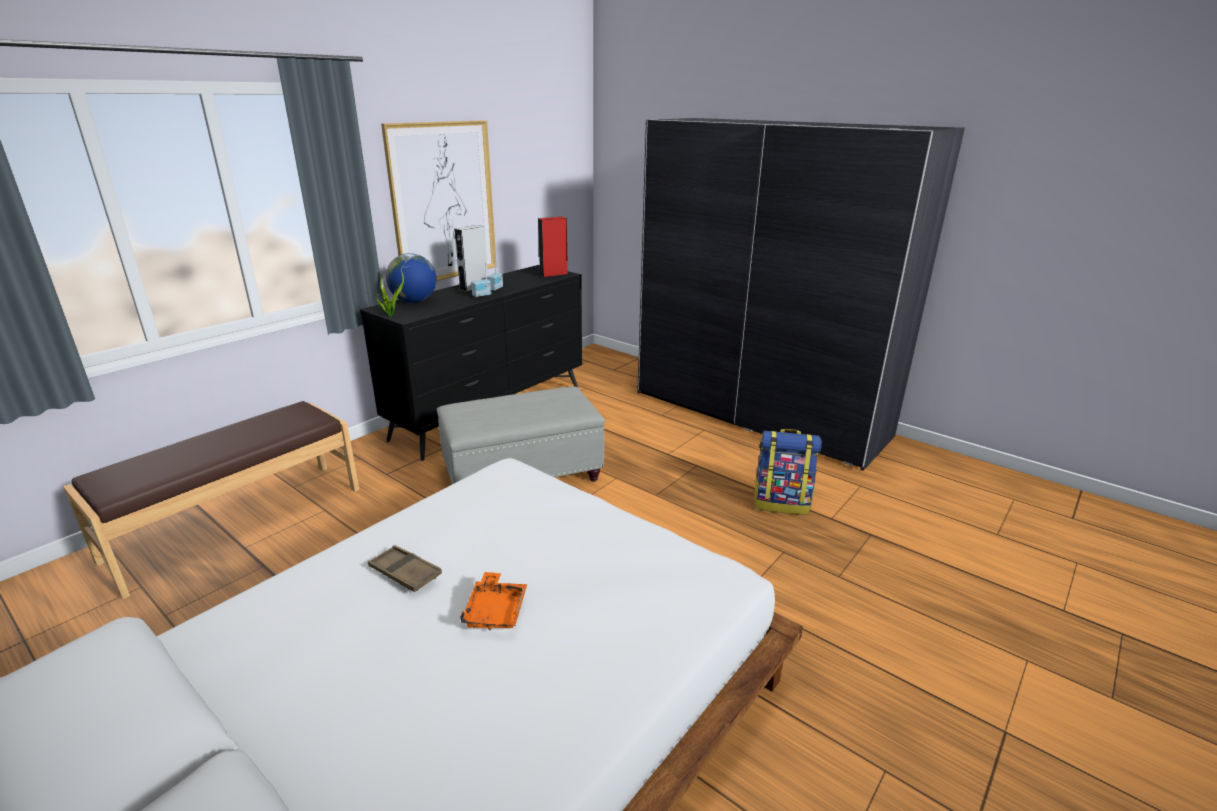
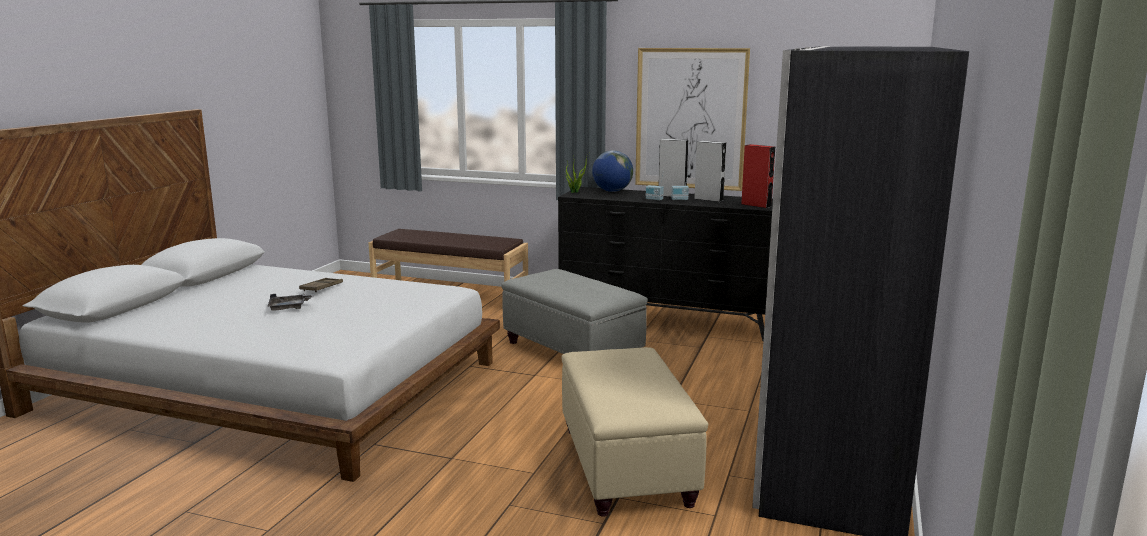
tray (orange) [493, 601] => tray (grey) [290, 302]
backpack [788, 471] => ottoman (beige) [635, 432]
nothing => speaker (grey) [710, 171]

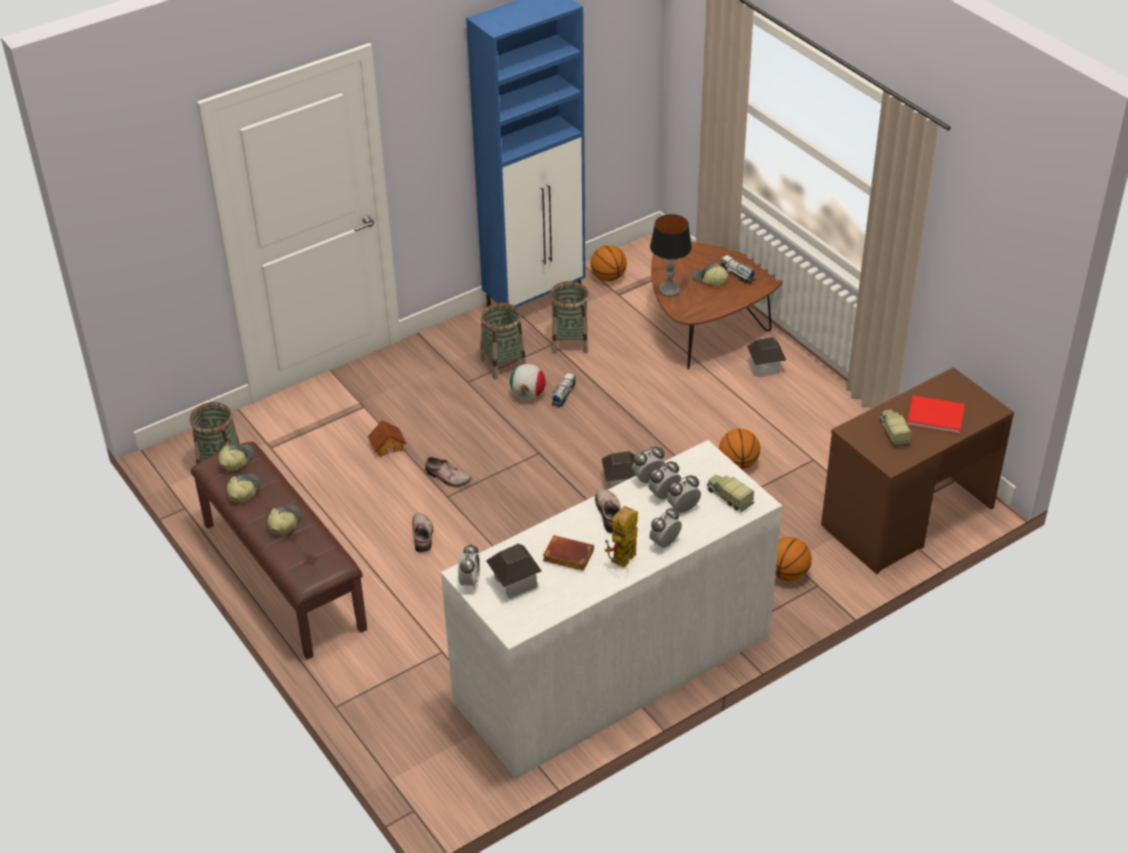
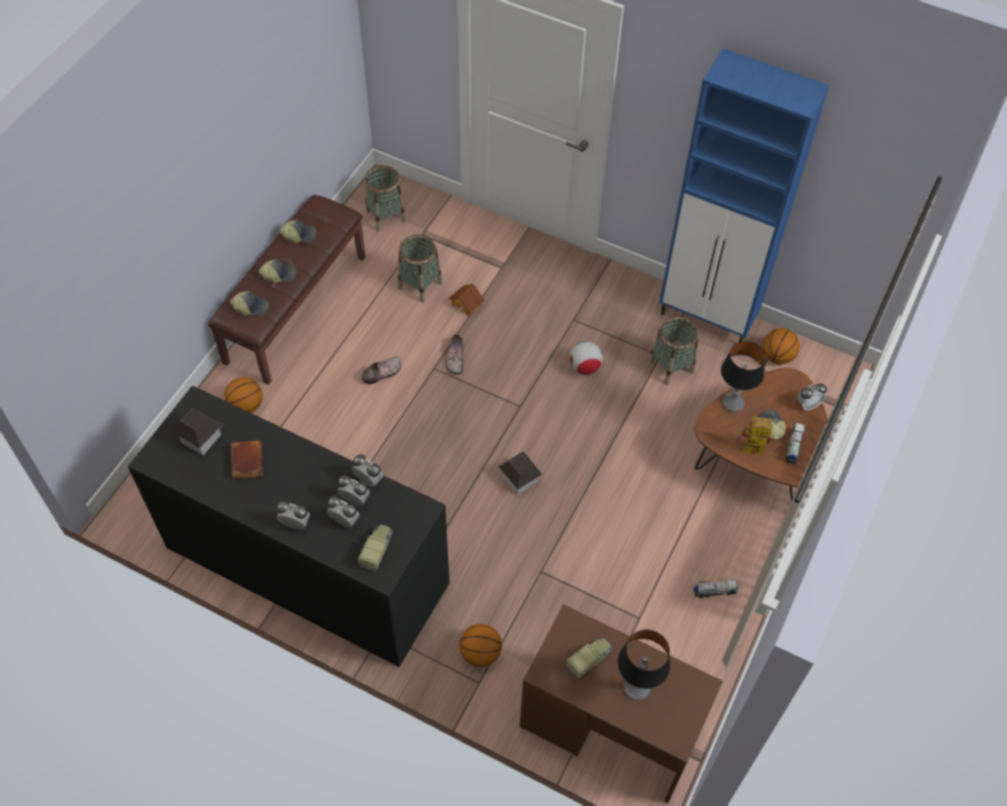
dresser (white) [611, 609] => dresser (black) [288, 526]
basketball [739, 449] => basketball [243, 395], shifted
cap [236, 458] => cap [249, 303], shifted
basket [503, 341] => basket [420, 269], shifted
book (red) [936, 415] => table lamp [644, 665]
toy truck [563, 390] => toy truck [715, 588], shifted
toy robot [621, 536] => toy robot [754, 436], shifted
alarm clock [469, 566] => alarm clock [812, 397], shifted
shoe [608, 511] => nothing
toy house [766, 357] => nothing

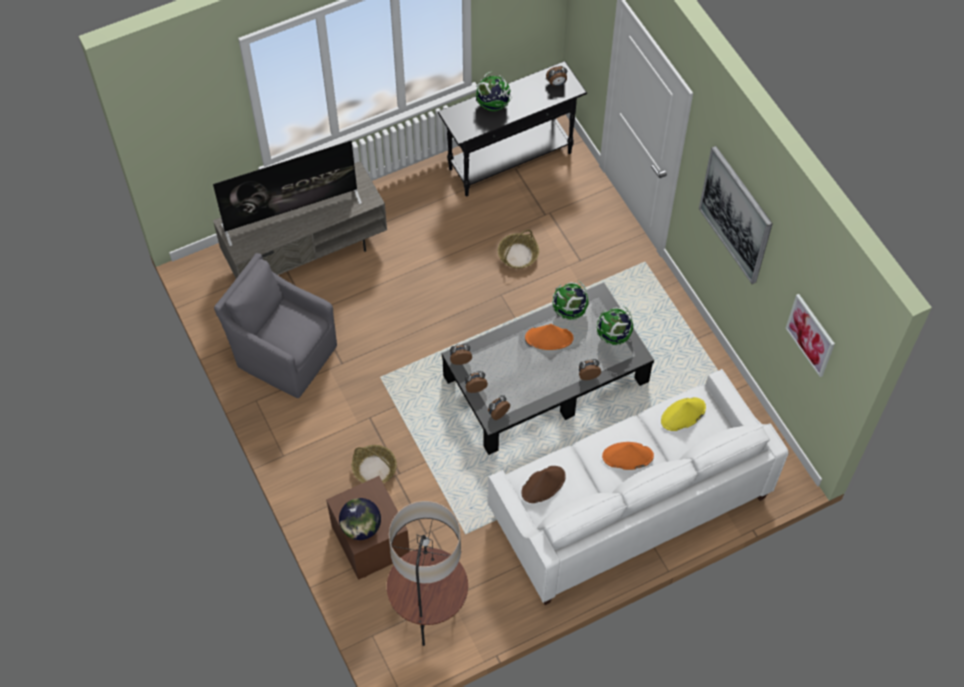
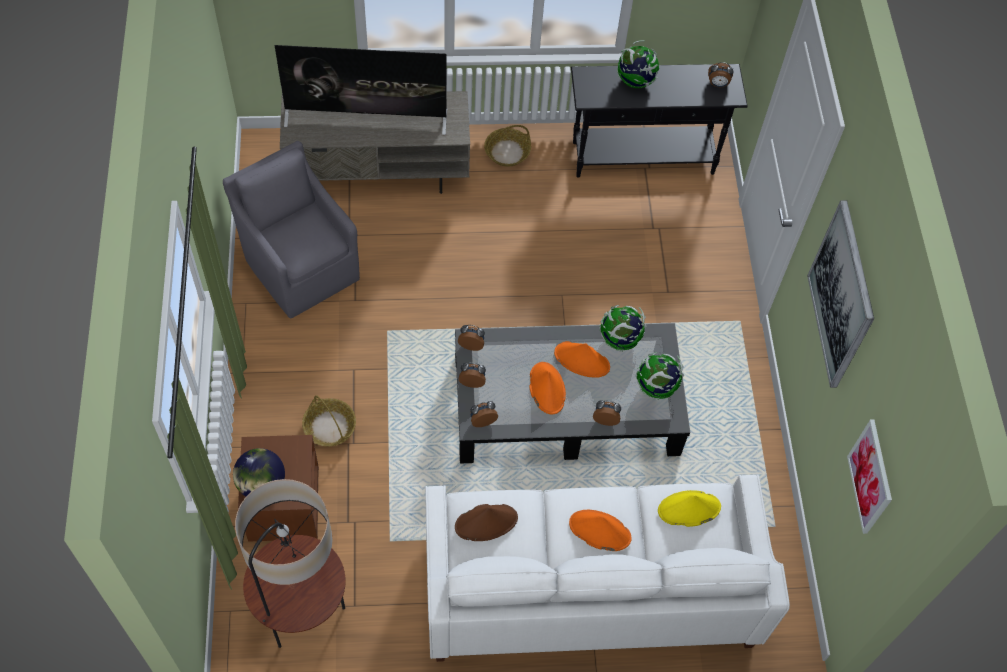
basket [518, 249] => basket [507, 146], shifted
nothing => hat (orange) [547, 388]

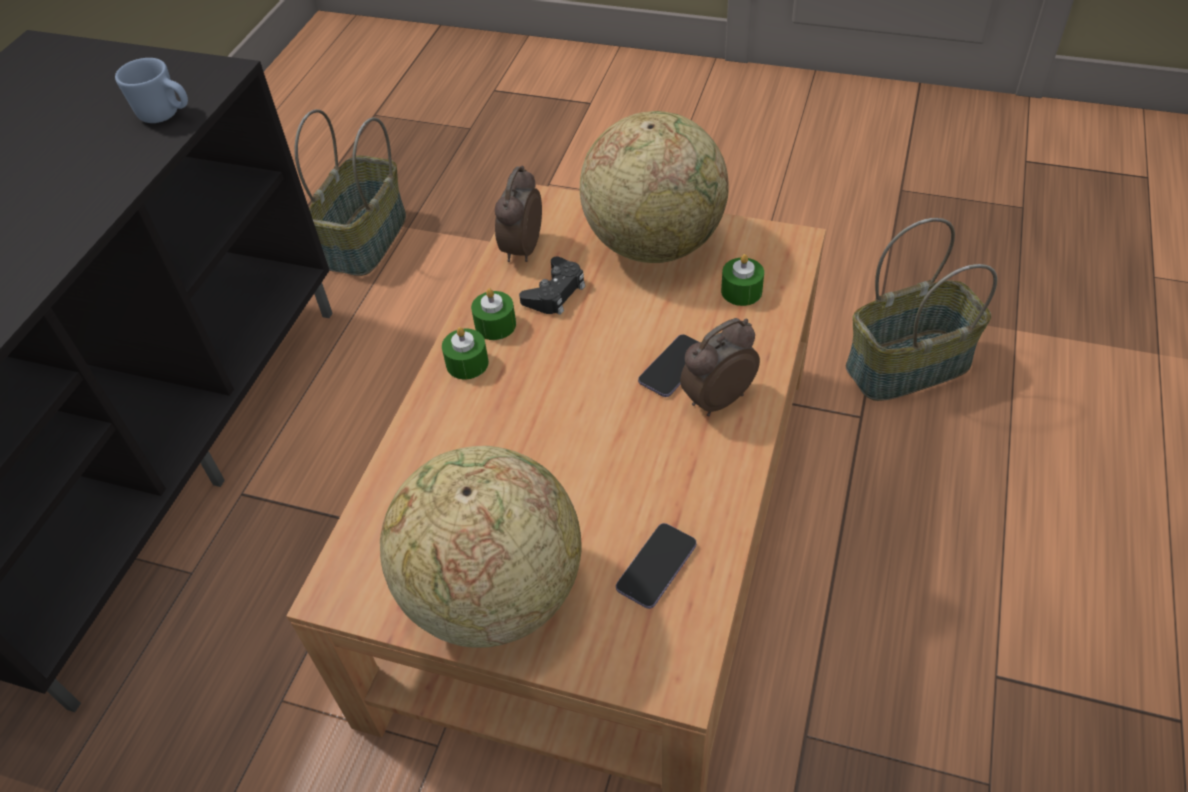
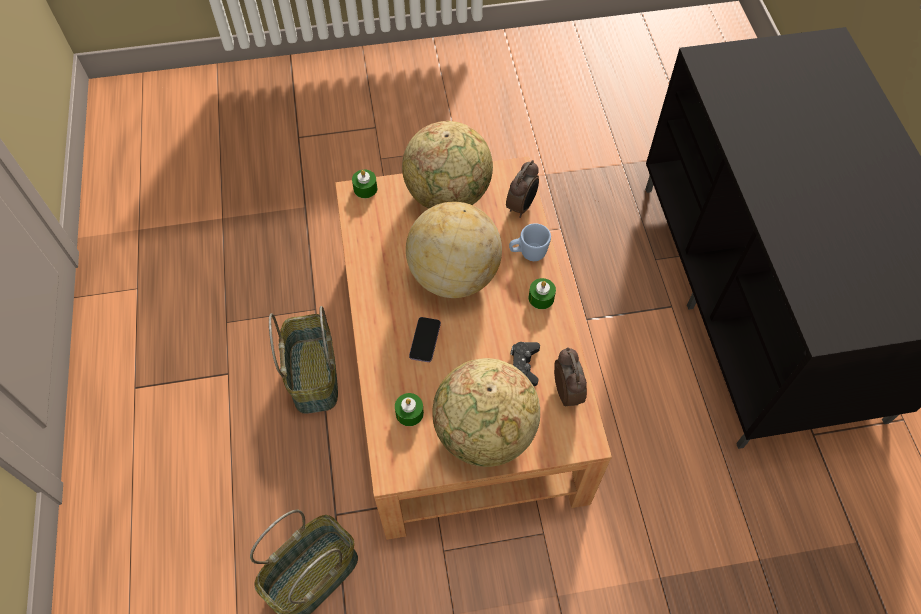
basket [350, 192] => basket [303, 360], shifted
candle (green) [493, 314] => candle (green) [364, 184], shifted
nothing => globe [454, 250]
alarm clock [720, 367] => alarm clock [522, 189], shifted
mug (blue) [151, 90] => mug (blue) [530, 242], shifted
phone [656, 566] => nothing

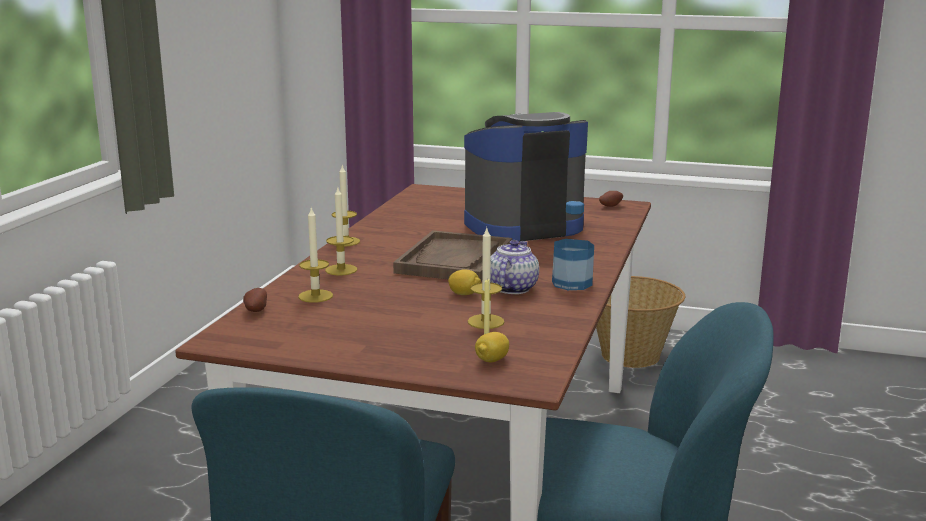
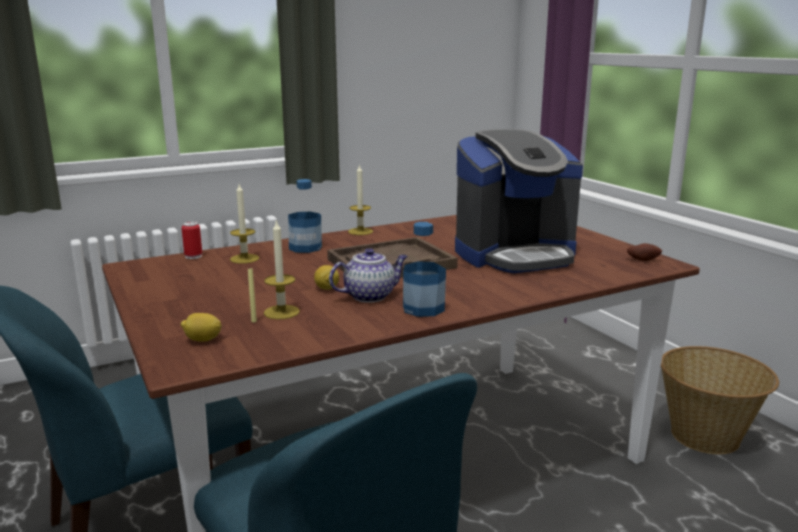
potato [255, 300] => can [192, 240]
candle [341, 232] => bottle [305, 216]
coffee machine [526, 177] => coffee machine [519, 201], 135 degrees clockwise

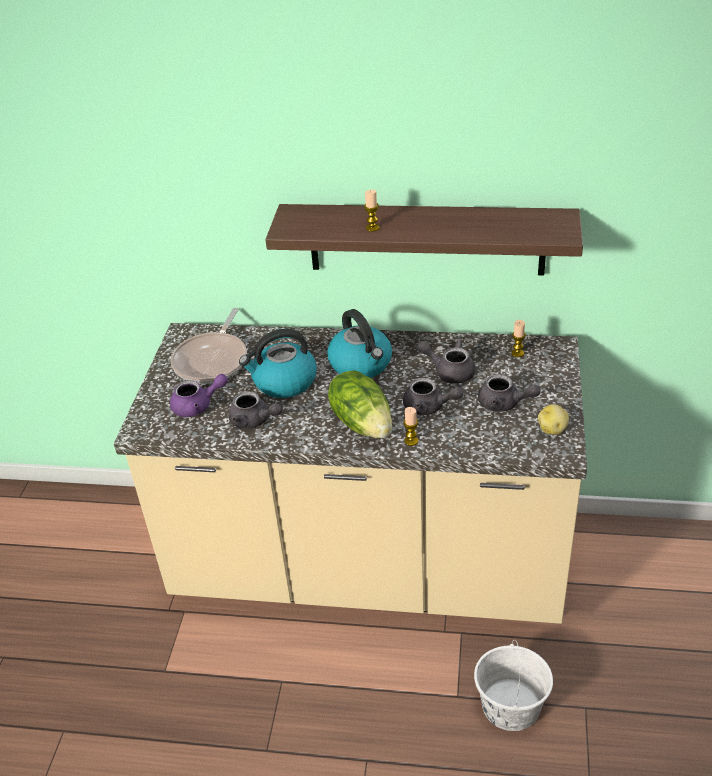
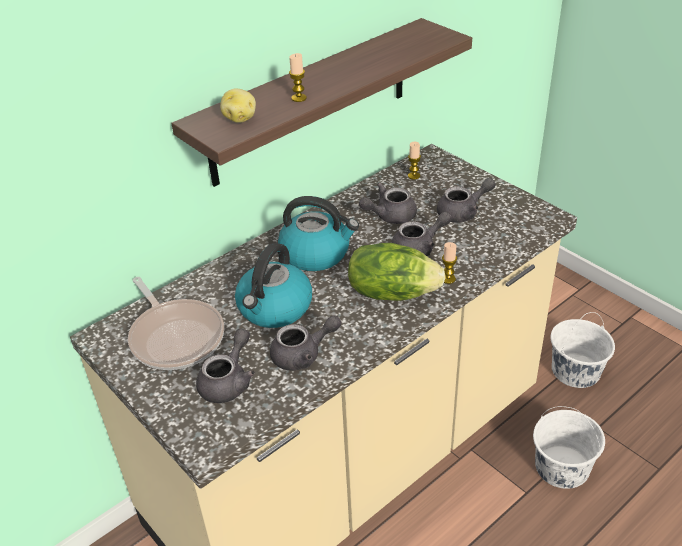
teapot (purple) [199, 395] => teapot (grey) [225, 365]
potato [553, 419] => potato [238, 106], shifted
nothing => bucket (white) [582, 350]

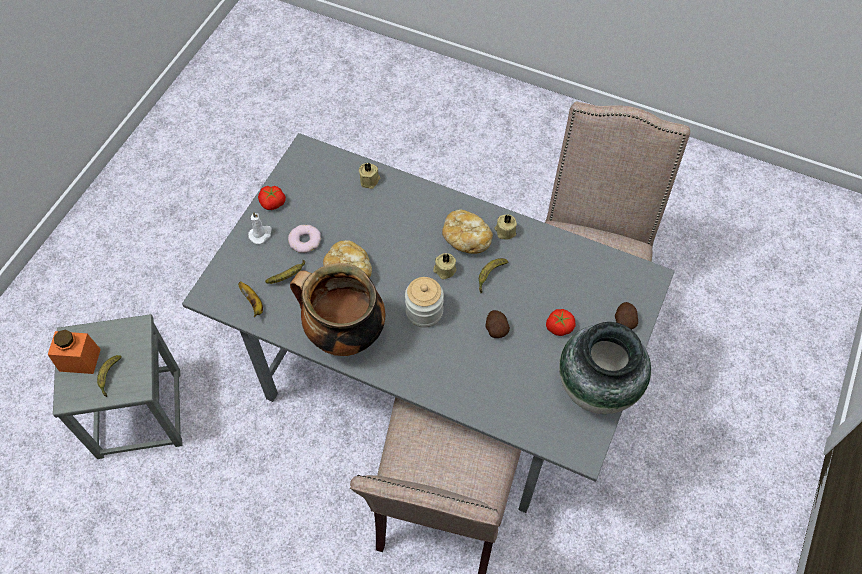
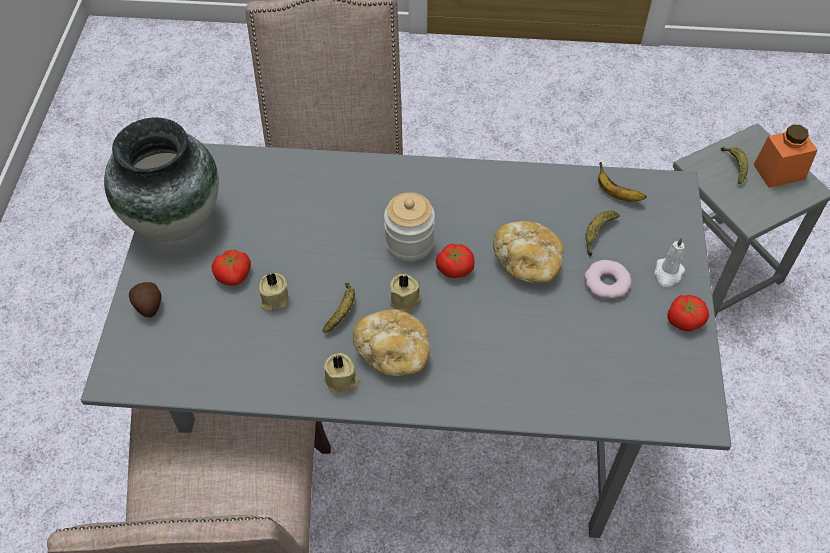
candle (beige) [369, 175] => candle (beige) [273, 292], shifted
nothing => tomato [455, 260]
cooking pot [337, 309] => nothing
potato [498, 324] => nothing

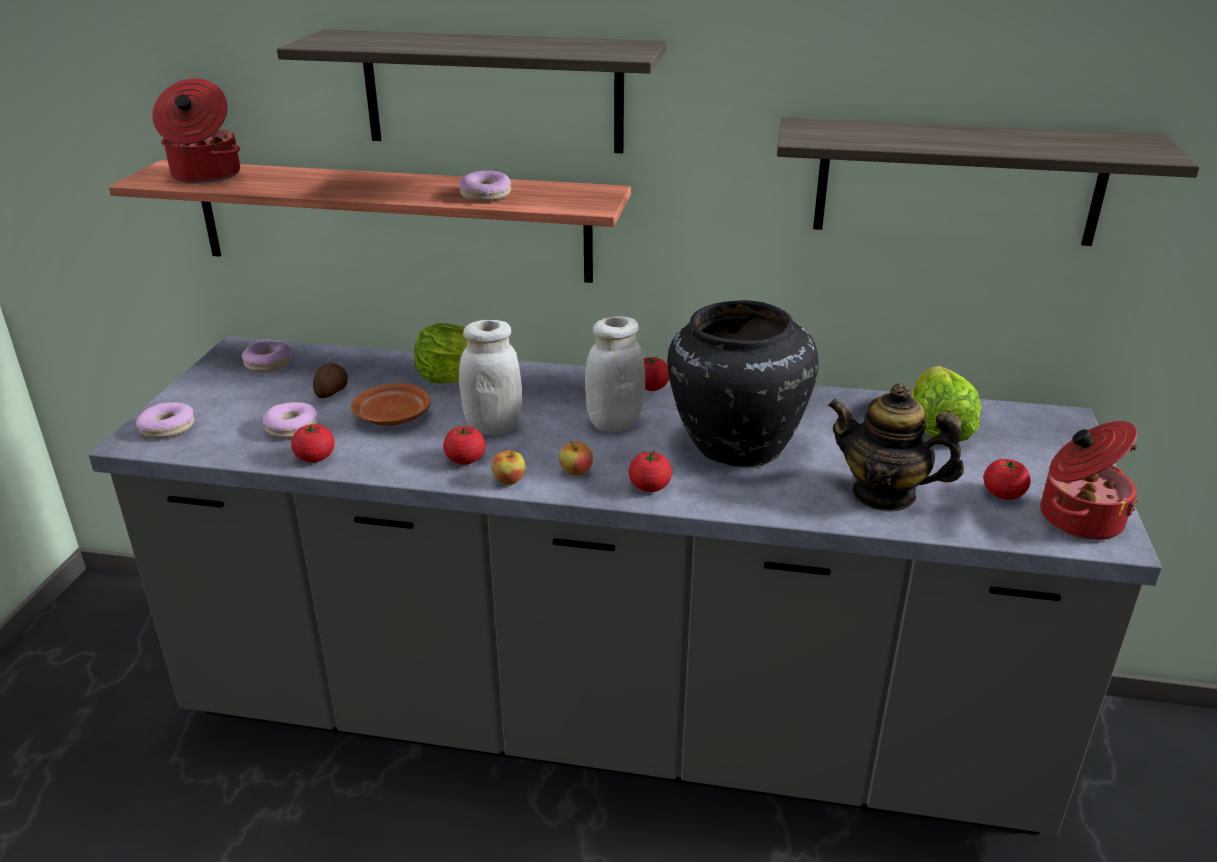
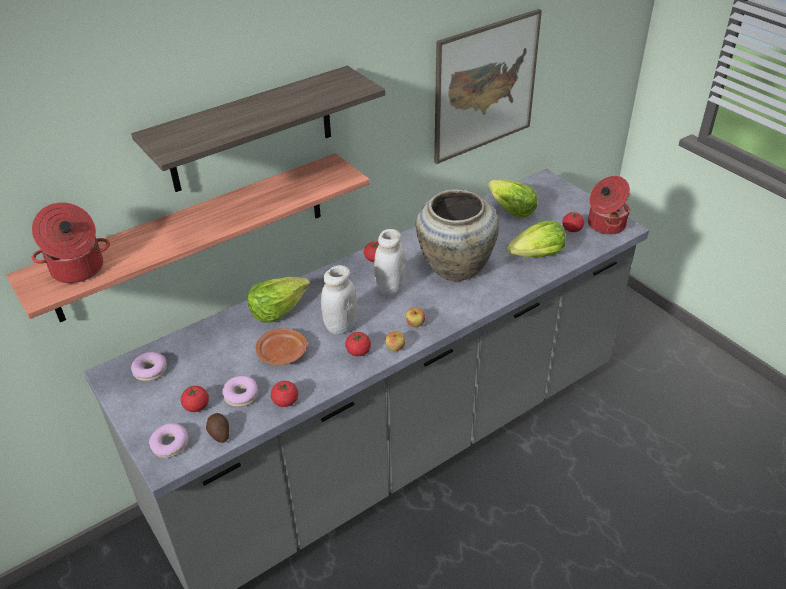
tomato [650, 471] => tomato [195, 399], shifted
potato [330, 380] => potato [217, 428], shifted
vase (black) [742, 383] => vase (beige) [457, 235]
shelf [988, 182] => picture [488, 86]
teapot [896, 447] => lettuce [536, 238]
donut [485, 186] => nothing

